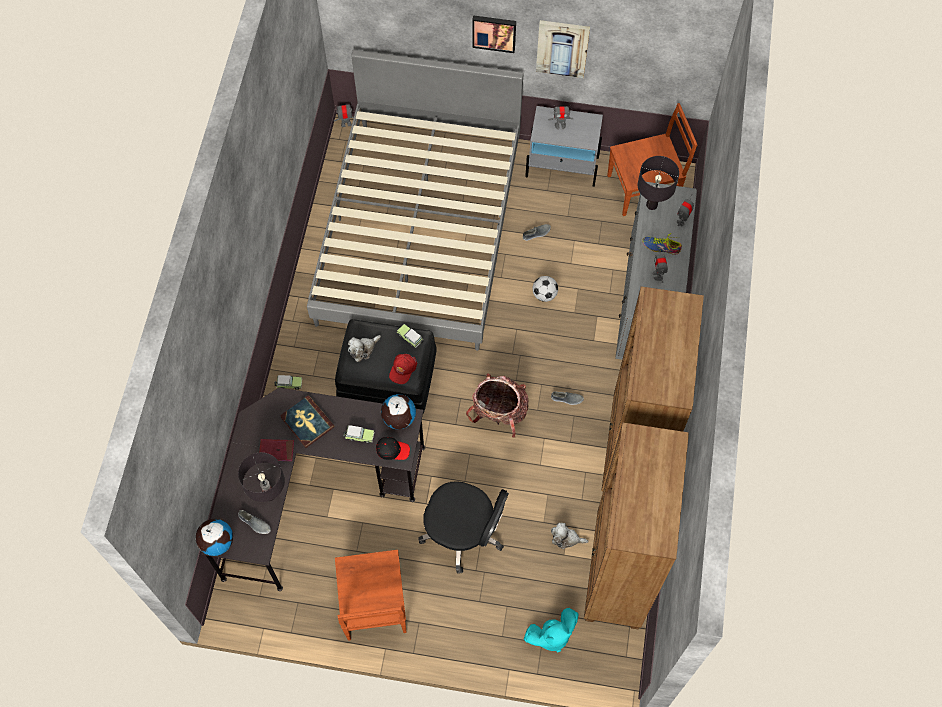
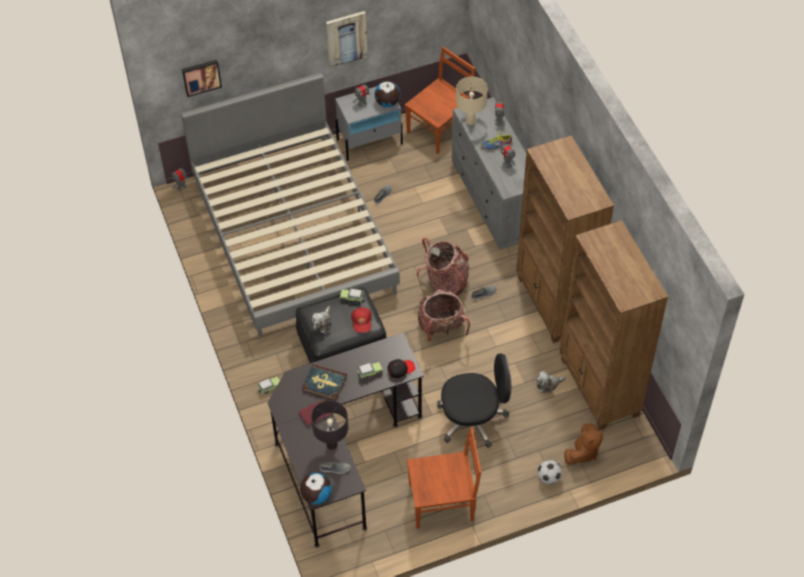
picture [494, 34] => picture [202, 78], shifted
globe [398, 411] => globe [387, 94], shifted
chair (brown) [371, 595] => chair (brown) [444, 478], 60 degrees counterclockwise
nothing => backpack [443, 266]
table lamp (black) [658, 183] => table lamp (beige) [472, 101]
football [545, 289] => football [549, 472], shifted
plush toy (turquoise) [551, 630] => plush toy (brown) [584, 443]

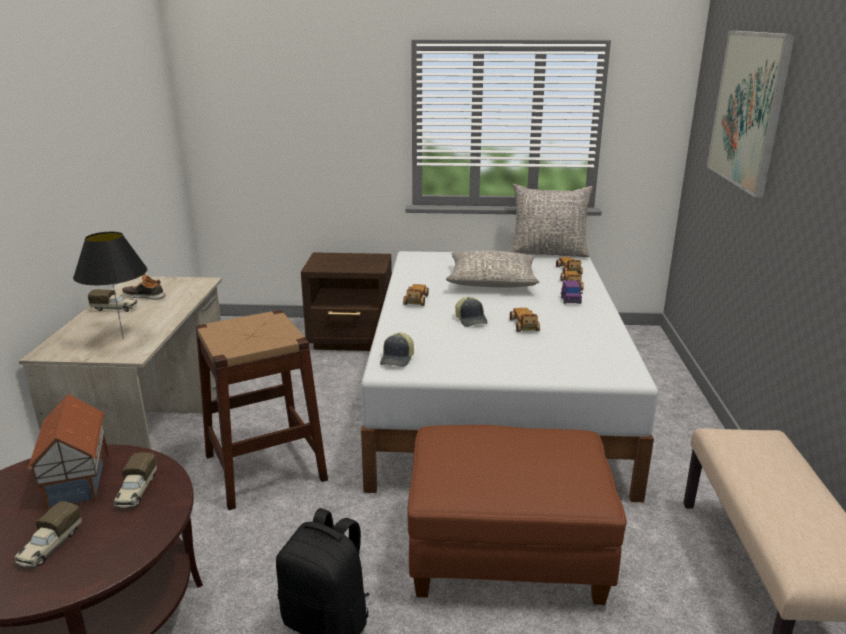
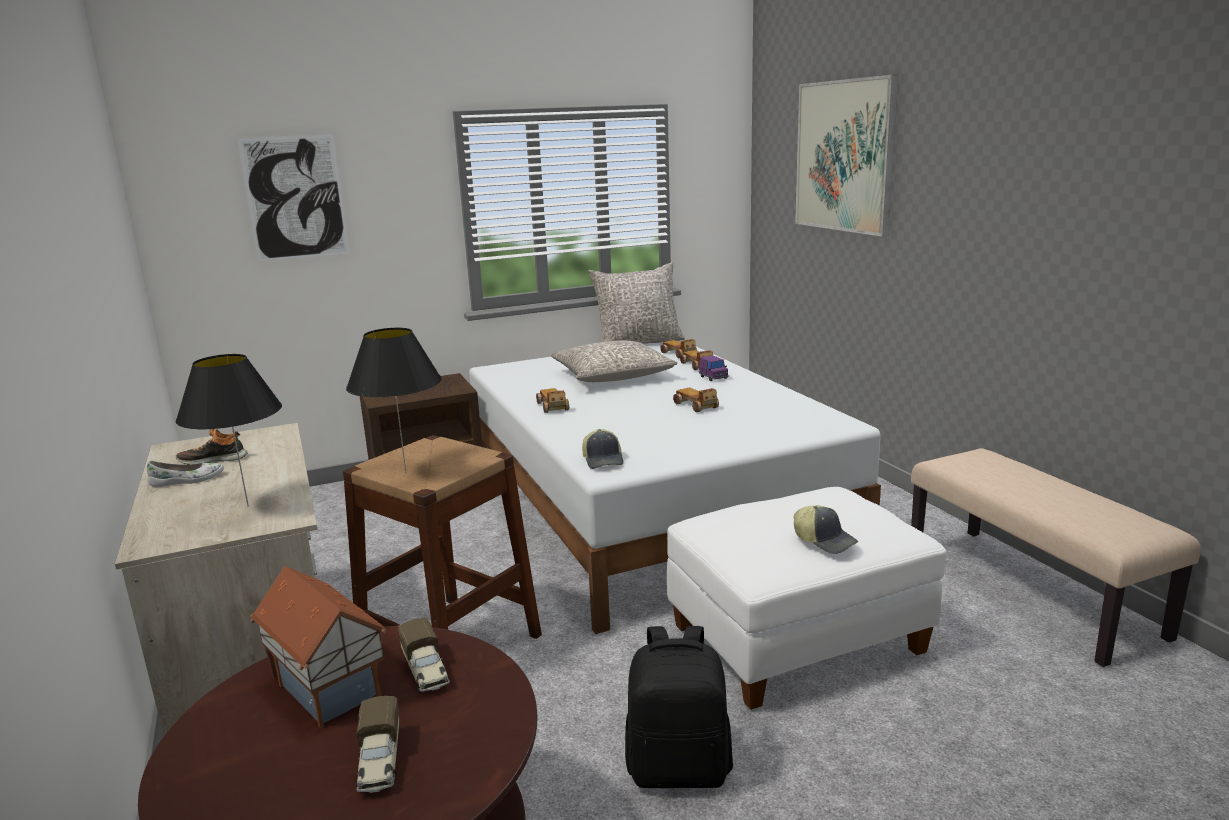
toy truck [113, 300] => shoe (white) [185, 474]
nothing => picture [293, 198]
nothing => table lamp (black) [394, 400]
ottoman (brown) [517, 515] => ottoman (white) [807, 598]
cap [471, 312] => cap [826, 529], shifted

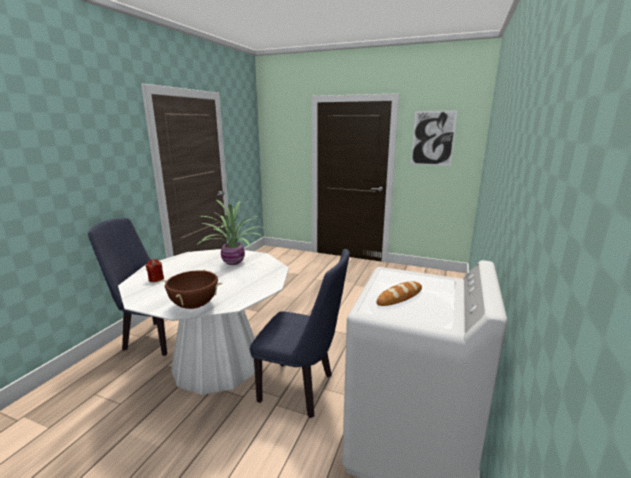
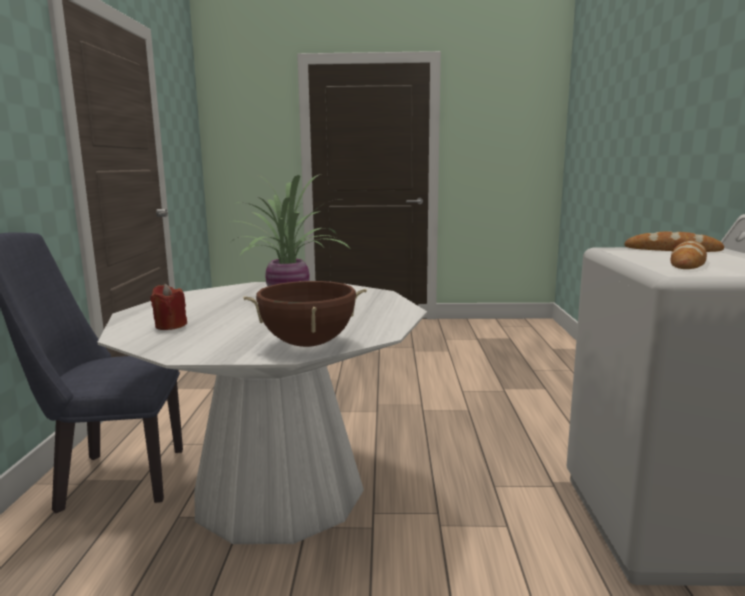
nothing => bread [674, 241]
chair (blue) [300, 333] => nothing
picture [434, 138] => nothing

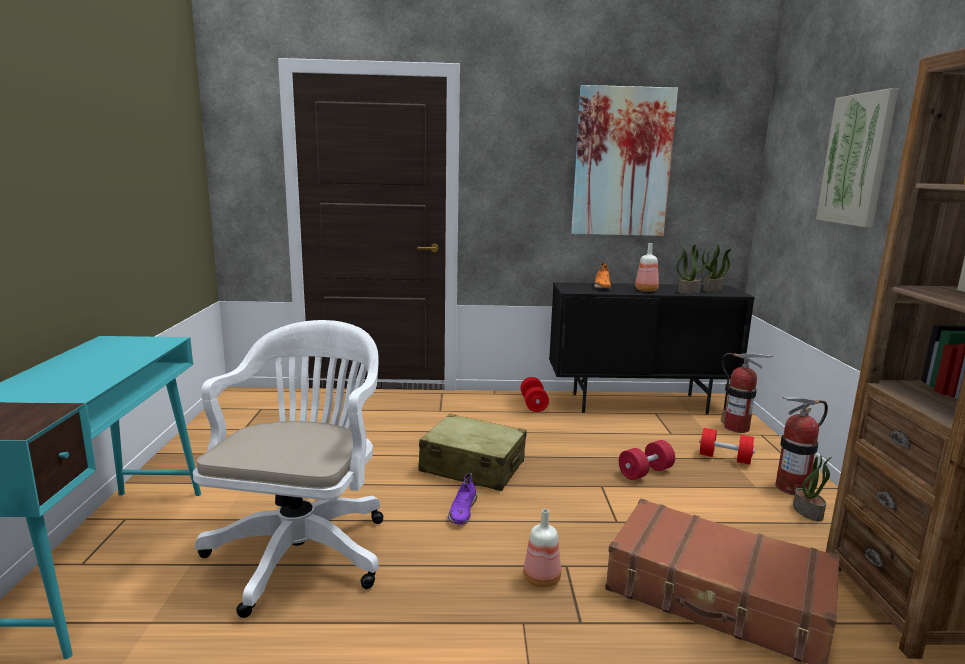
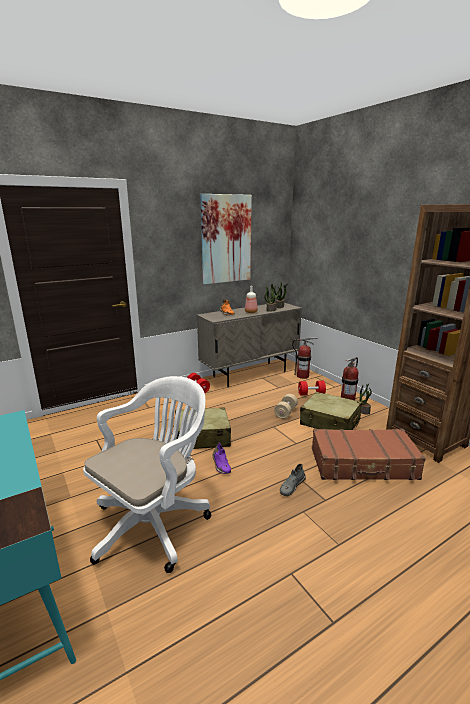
office chair (white) [288, 469] => office chair (white) [147, 474], 60 degrees clockwise
cabinet (black) [652, 348] => cabinet (beige) [249, 345]
dumbbell (red) [647, 460] => dumbbell (beige) [286, 406]
bottle [542, 548] => shoe (grey) [293, 480]
nothing => suitcase (beige) [331, 411]
picture [857, 157] => nothing

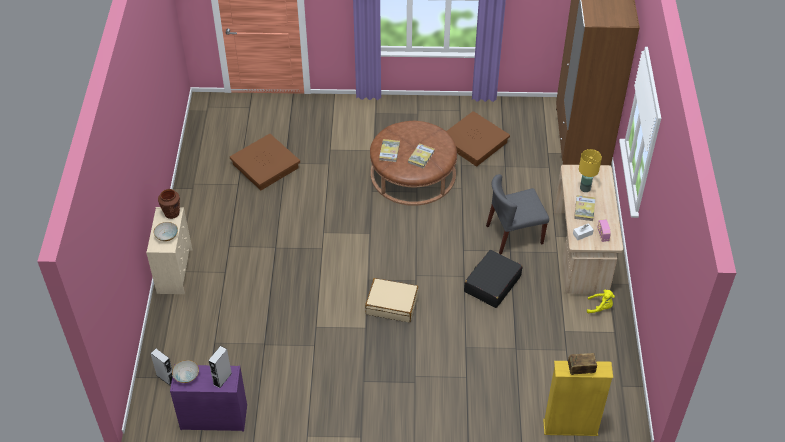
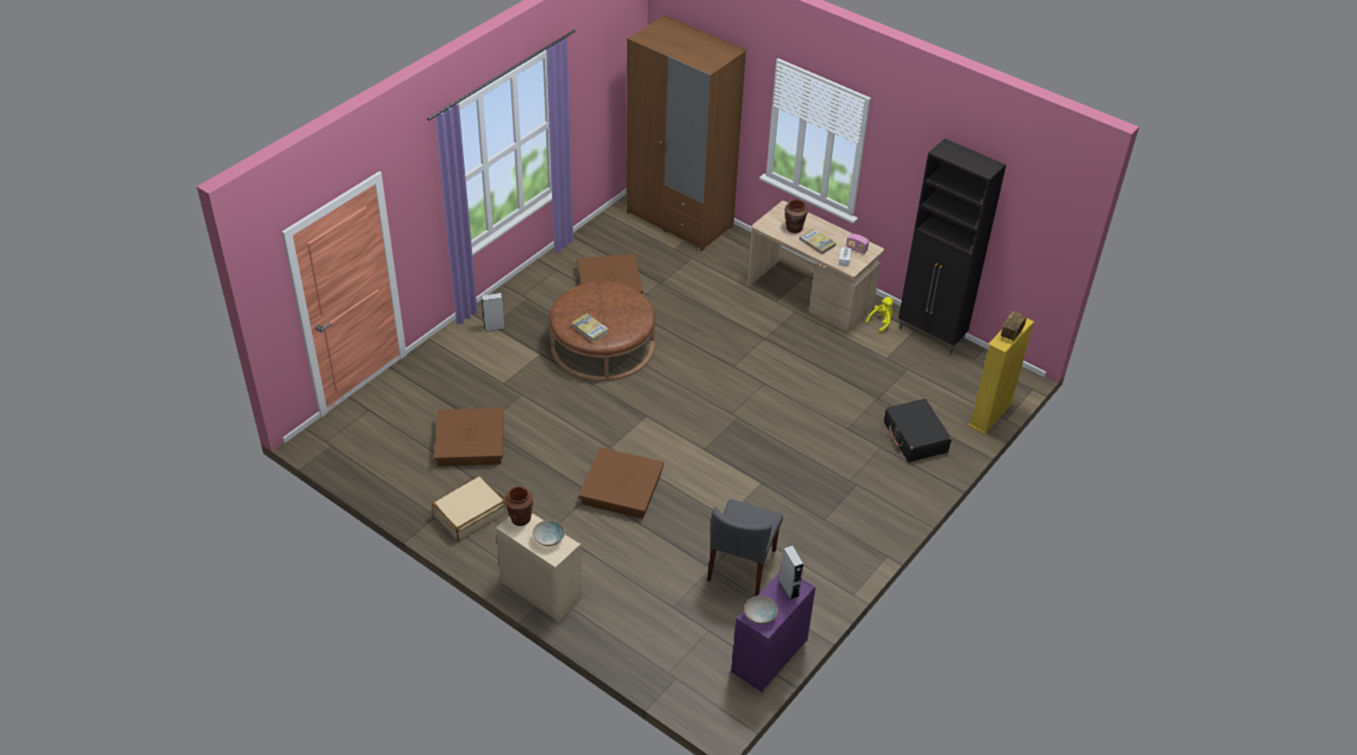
suitcase (beige) [392, 300] => suitcase (beige) [468, 508], shifted
speaker (grey) [161, 367] => speaker (grey) [493, 312], shifted
nothing => storage box (brown) [621, 483]
chair (grey) [517, 214] => chair (grey) [745, 547], shifted
table lamp (yellow) [590, 170] => vase (brown) [796, 216]
suitcase (black) [493, 279] => suitcase (black) [917, 430], shifted
nothing => cabinet (black) [952, 247]
book [421, 156] => nothing

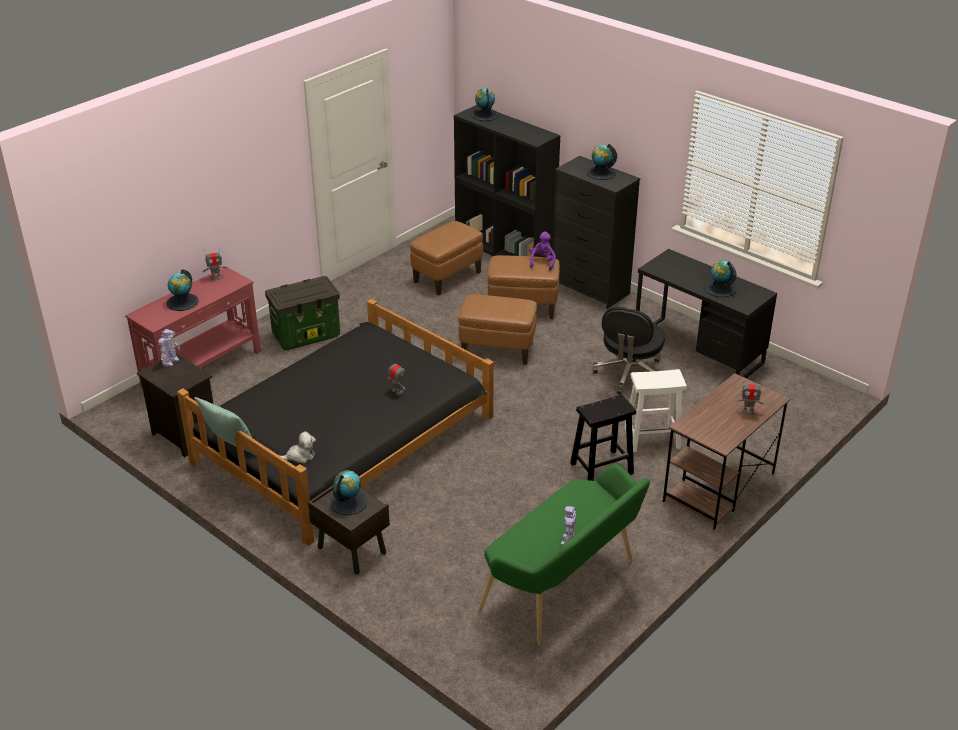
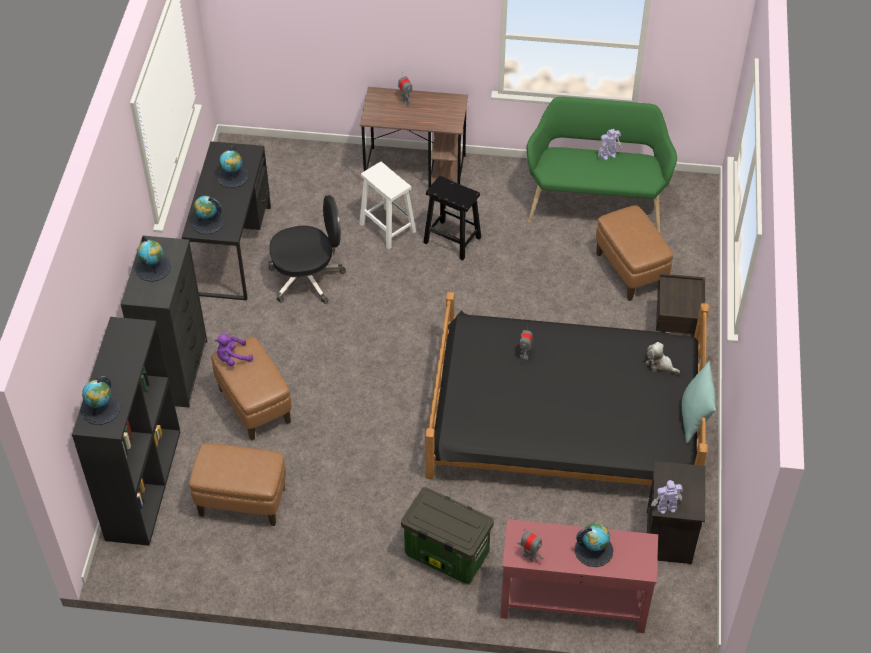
globe [349, 492] => globe [207, 215], shifted
ottoman (brown) [498, 329] => ottoman (brown) [634, 253], shifted

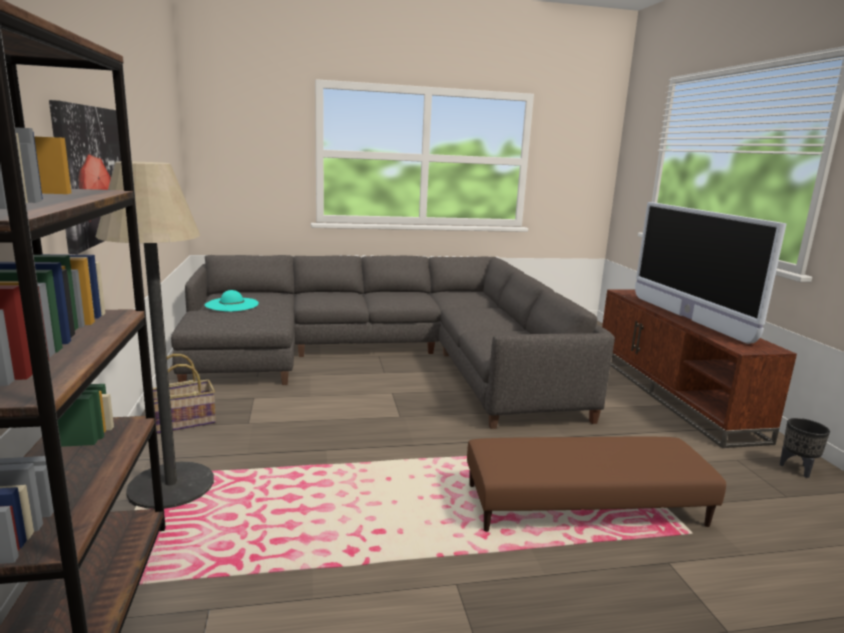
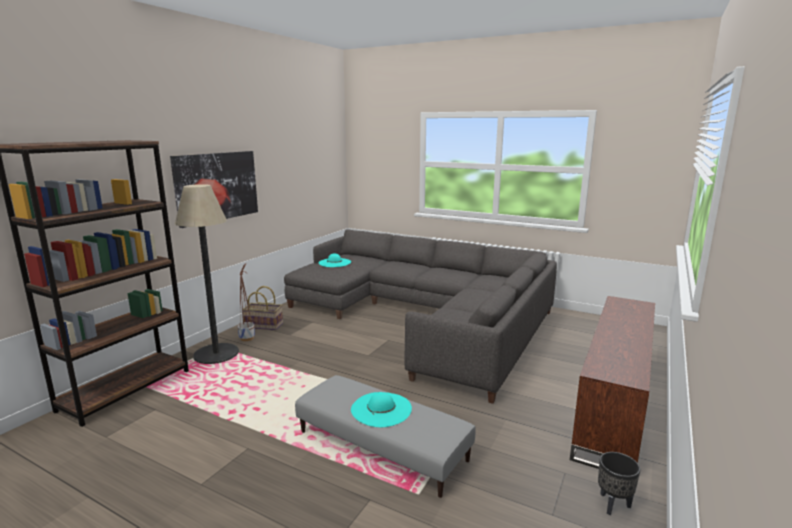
nothing => planter [246, 302]
ottoman (brown) [596, 484] => ottoman (grey) [385, 436]
nothing => hat (turquoise) [381, 409]
television [711, 273] => nothing

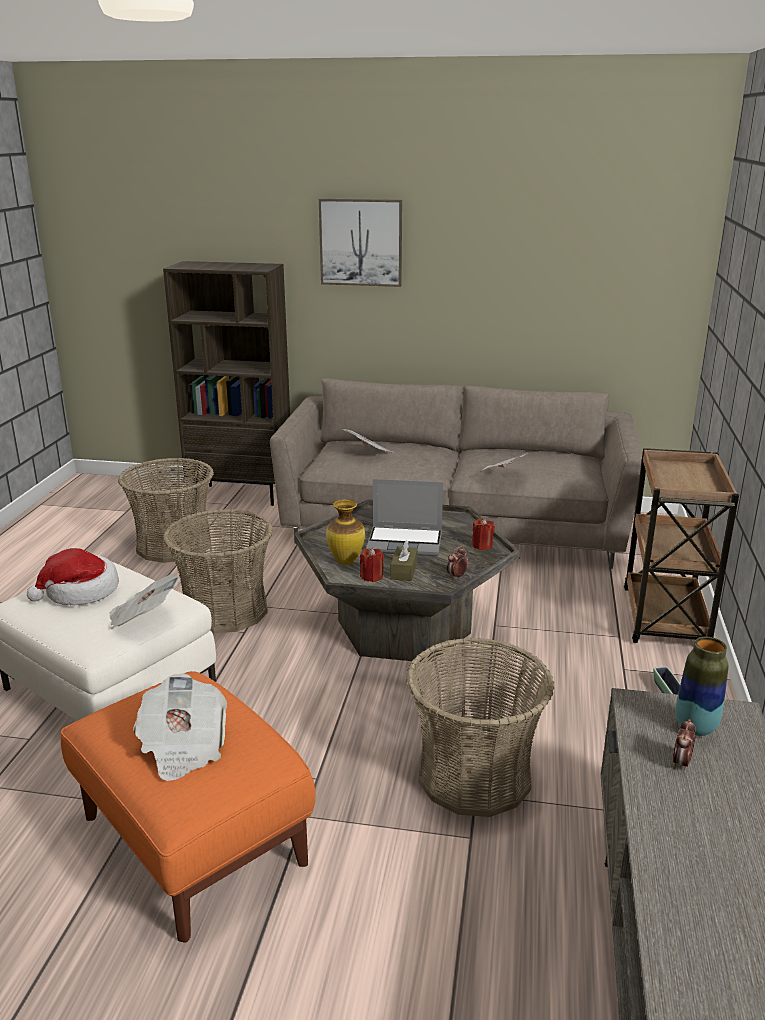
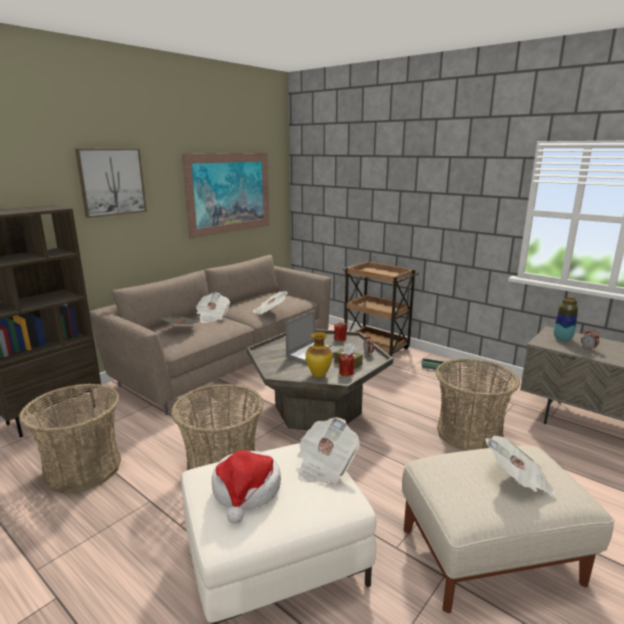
nothing => picture [226, 196]
nothing => newspaper [213, 308]
ottoman (orange) [188, 807] => ottoman (beige) [508, 529]

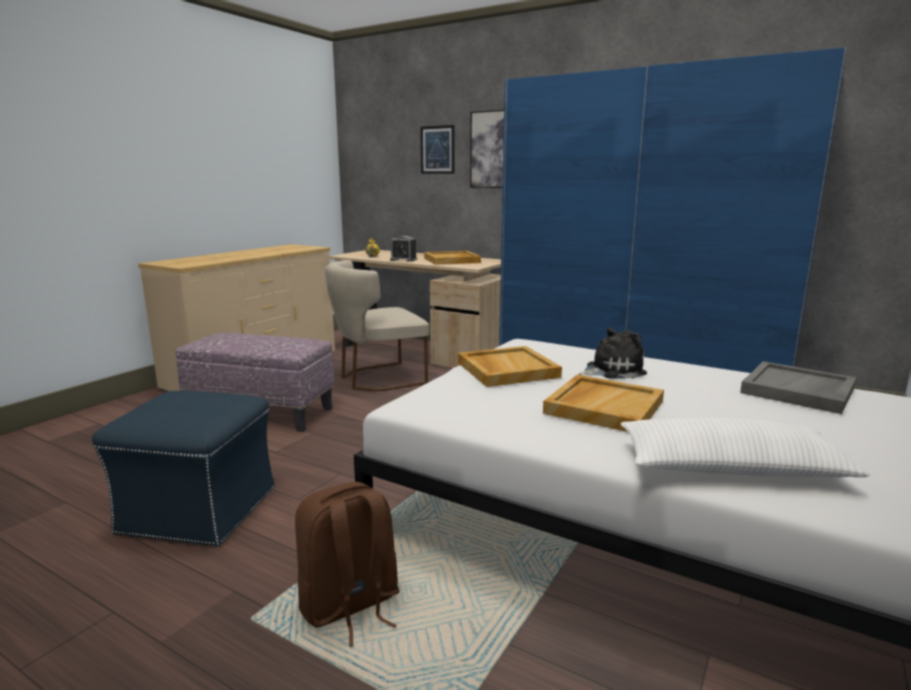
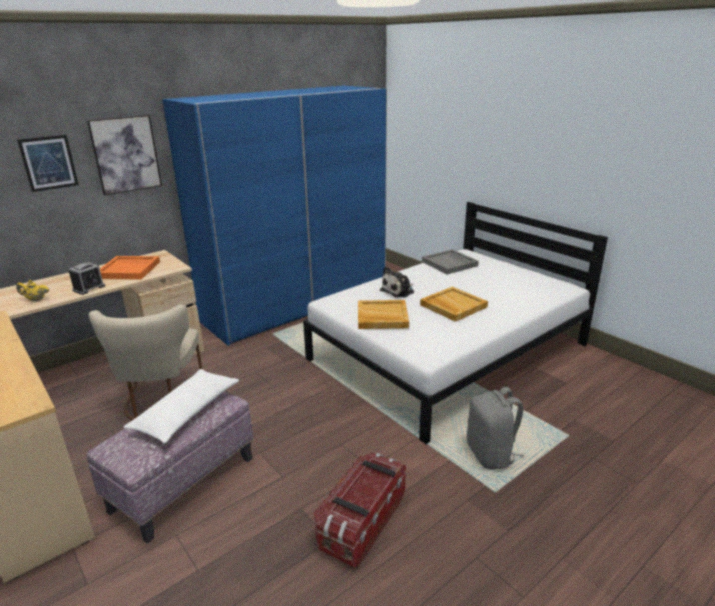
tray (beige) [452, 258] => tray (orange) [130, 268]
pillow (white) [745, 447] => pillow (white) [181, 406], shifted
ottoman (blue) [183, 469] => storage box [360, 510]
plush toy [612, 353] => plush toy [397, 282], 135 degrees counterclockwise
backpack (brown) [347, 564] => backpack (grey) [495, 428]

